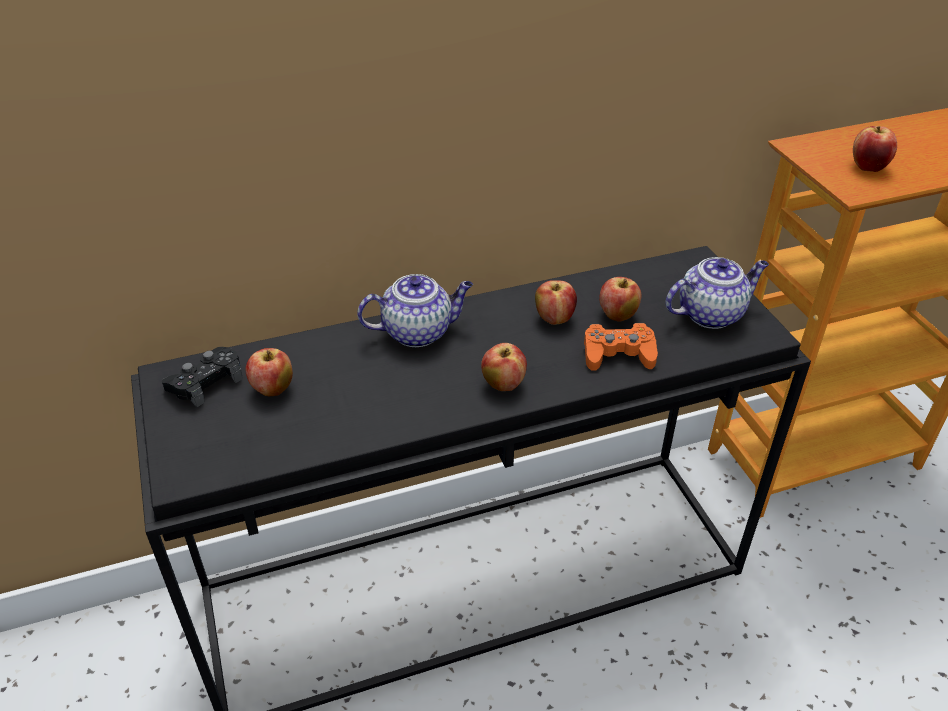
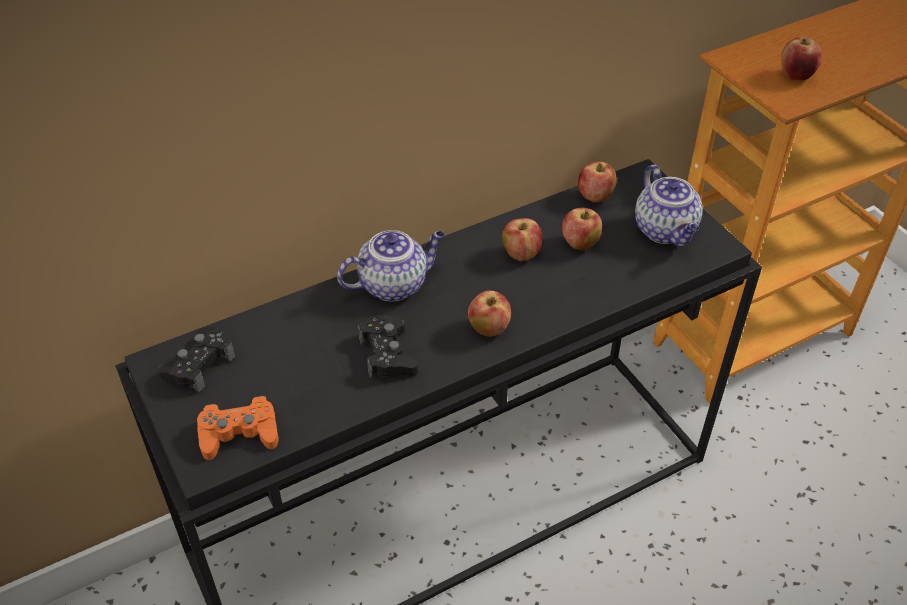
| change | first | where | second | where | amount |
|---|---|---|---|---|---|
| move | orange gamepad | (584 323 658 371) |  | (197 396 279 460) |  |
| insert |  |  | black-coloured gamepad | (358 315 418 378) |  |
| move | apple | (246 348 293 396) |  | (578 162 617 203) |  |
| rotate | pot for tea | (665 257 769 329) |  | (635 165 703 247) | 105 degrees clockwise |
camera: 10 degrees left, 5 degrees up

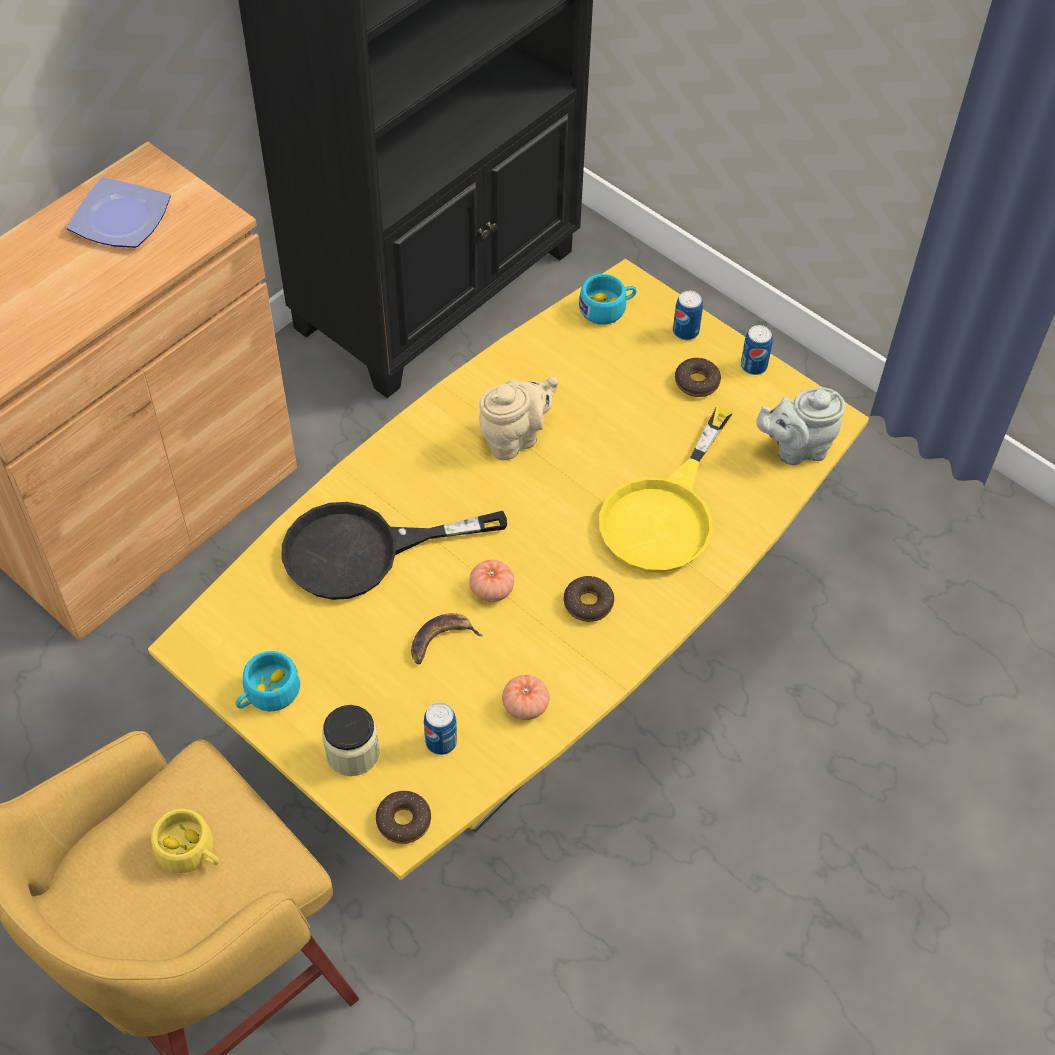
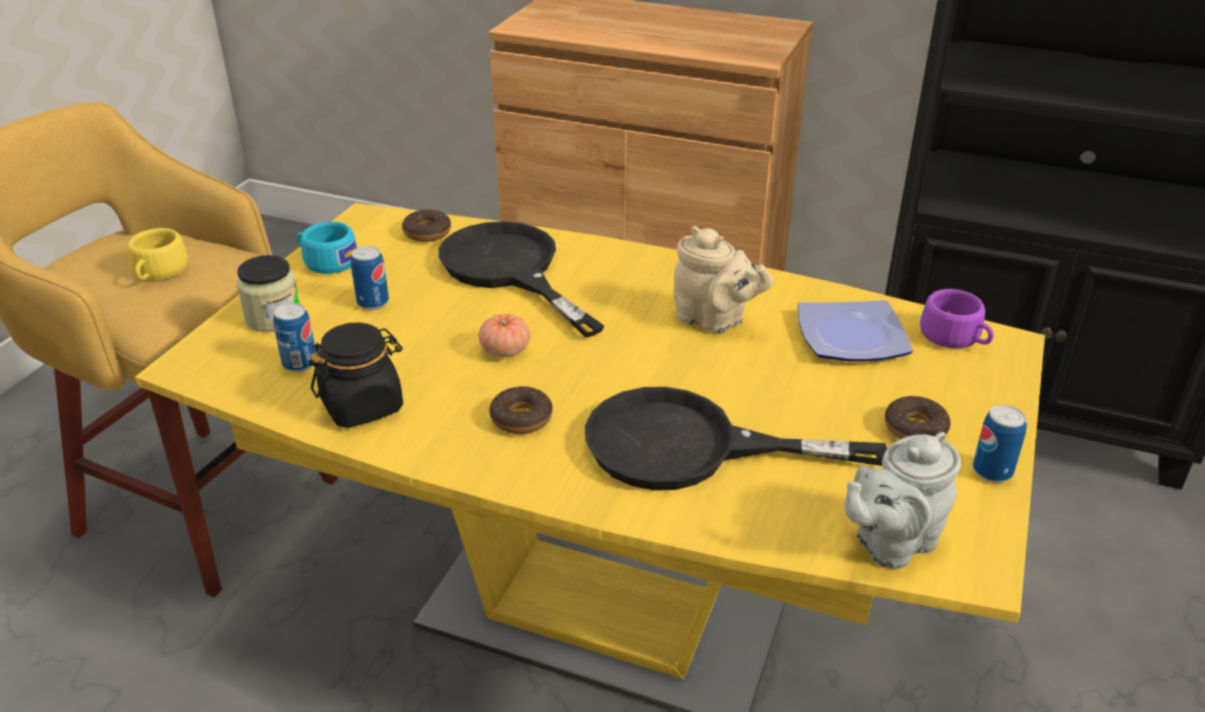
| change | first | where | second | where | amount |
|---|---|---|---|---|---|
| replace | fresh tomato | (502 675 550 720) | black-coloured preserve jar | (309 322 403 428) |  |
| move | metal can | (673 291 703 340) |  | (351 246 389 310) |  |
| move | doughnut | (376 791 431 844) |  | (402 209 451 242) |  |
| recolor | yellow-coloured pan | (599 406 733 573) | black-coloured pan | (585 387 887 490) |  |
| move | flat dish | (67 177 171 248) |  | (798 300 913 361) |  |
| rotate | grey pot for tea | (756 387 845 465) |  | (845 432 961 569) | 90 degrees counterclockwise |
| recolor | blue-green drinking cup | (579 274 636 325) | purple-coloured drinking cup | (920 289 994 348) |  |
| delete | banana | (411 613 483 665) |  |  |  |
camera: 70 degrees right, 20 degrees down

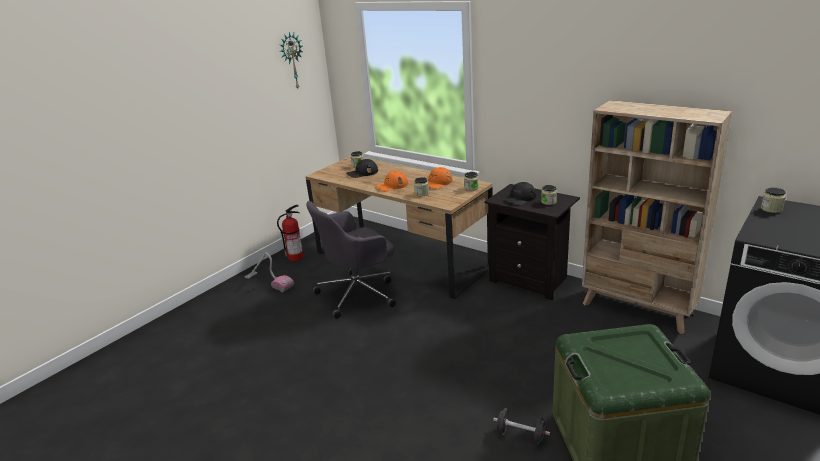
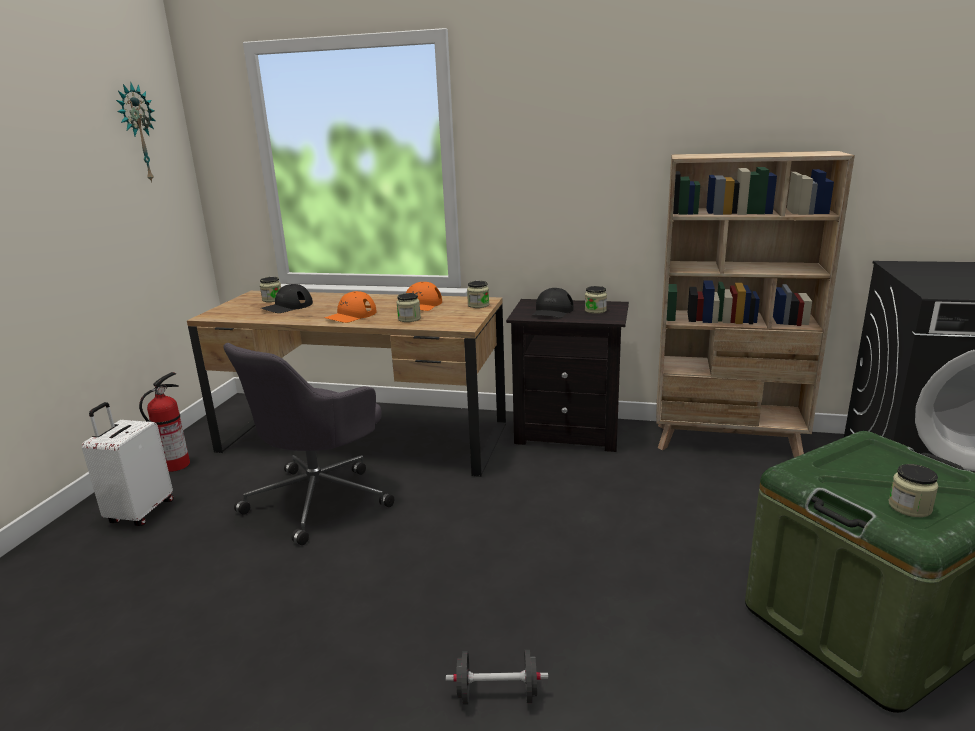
| change | first | where | second | where | amount |
|---|---|---|---|---|---|
| replace | vacuum cleaner | (245 253 294 292) | white travel case | (82 402 174 526) |  |
| move | black-coloured dumbbell | (493 408 550 445) |  | (446 650 548 705) |  |
| move | preserve jar | (761 187 786 213) |  | (888 464 939 517) |  |
camera: 25 degrees left, 5 degrees down

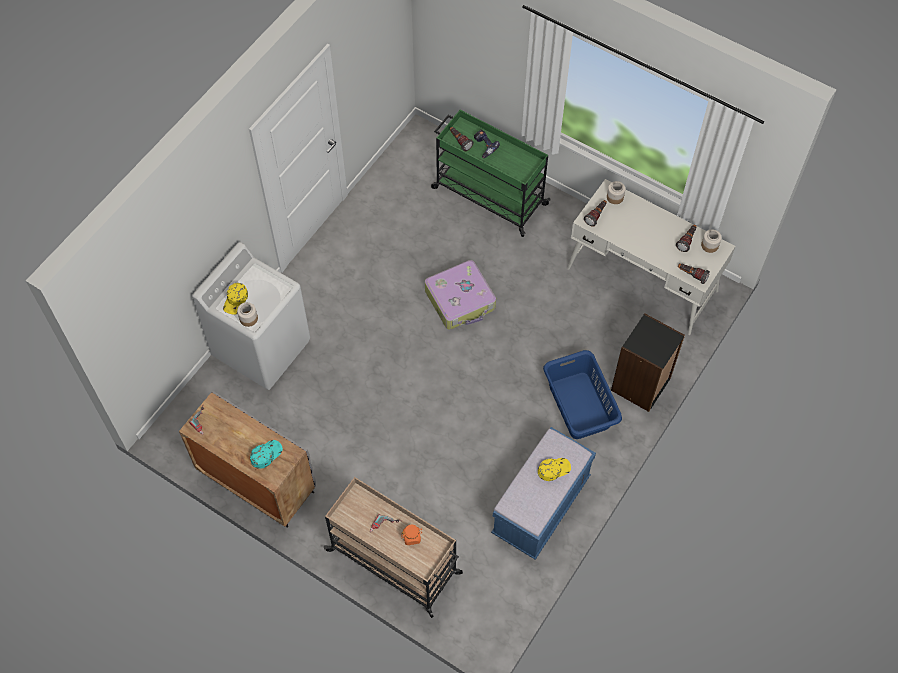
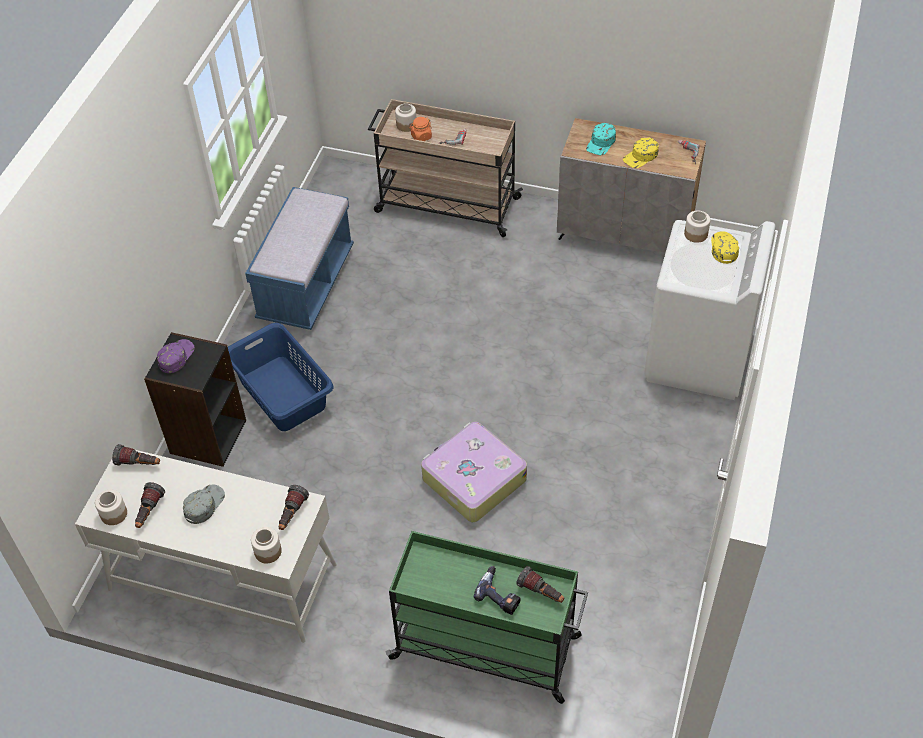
| change | first | where | second | where | amount |
|---|---|---|---|---|---|
| insert |  |  | purple-coloured cap | (157 339 195 373) |  |
| insert |  |  | grey cap | (183 484 225 524) |  |
| insert |  |  | preserve jar | (395 103 416 132) |  |
| move | yellow-coloured cap | (538 458 571 481) |  | (623 138 658 168) |  |
camera: 165 degrees right, 10 degrees down

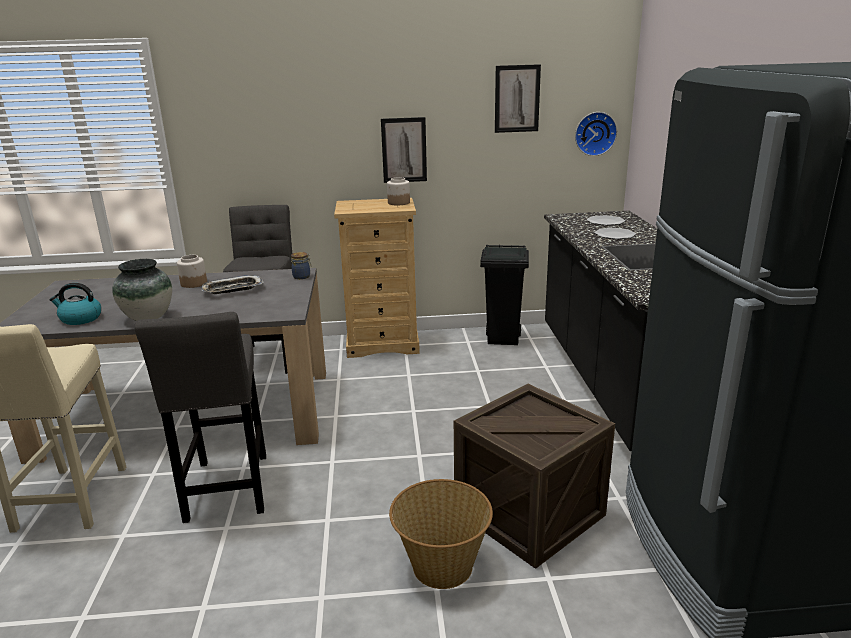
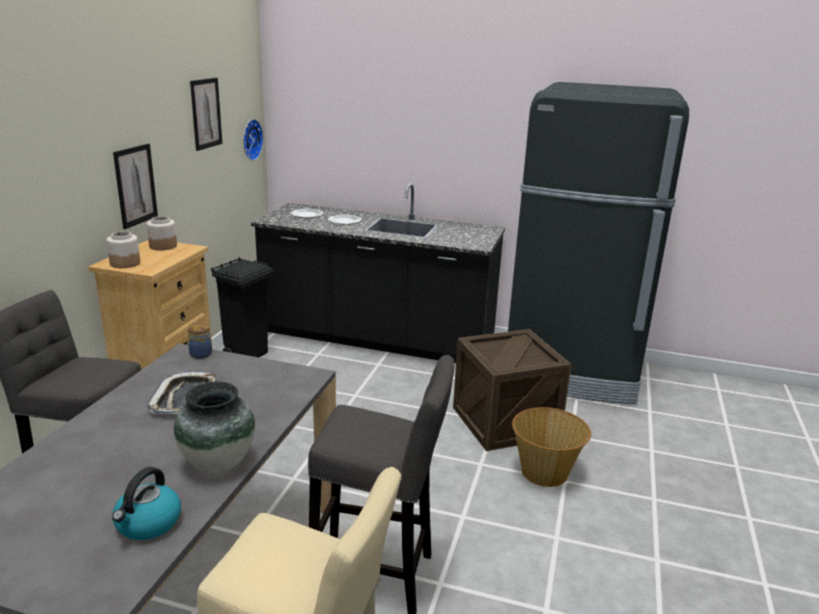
| change | first | where | second | where | amount |
|---|---|---|---|---|---|
| move | preserve jar | (177 255 207 288) |  | (106 231 140 268) |  |
camera: 70 degrees left, 0 degrees up

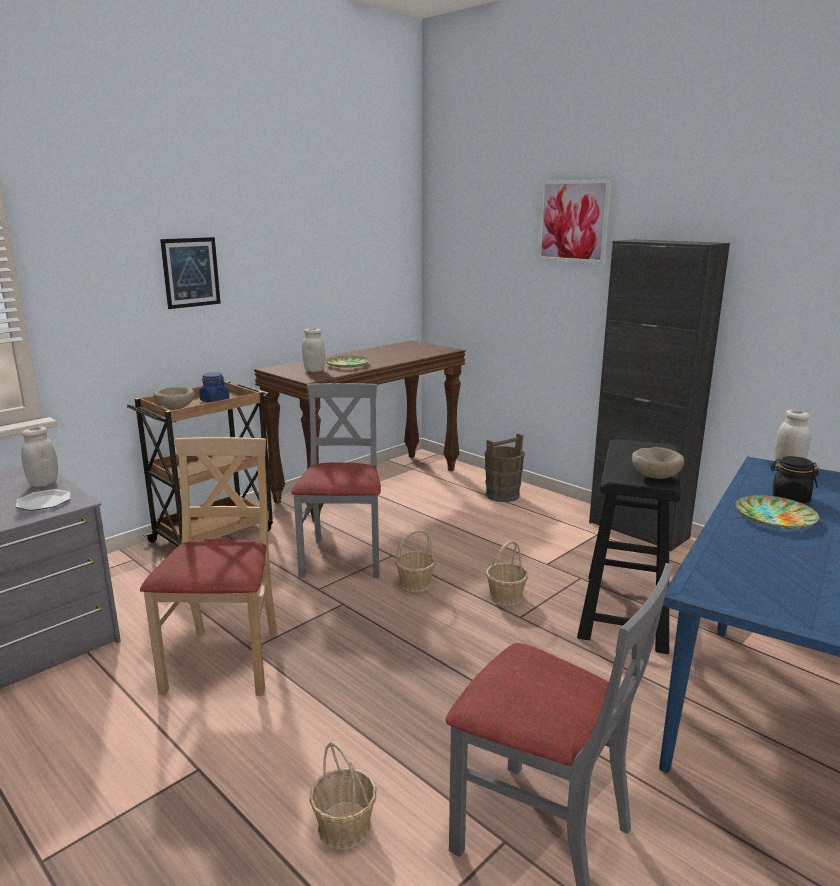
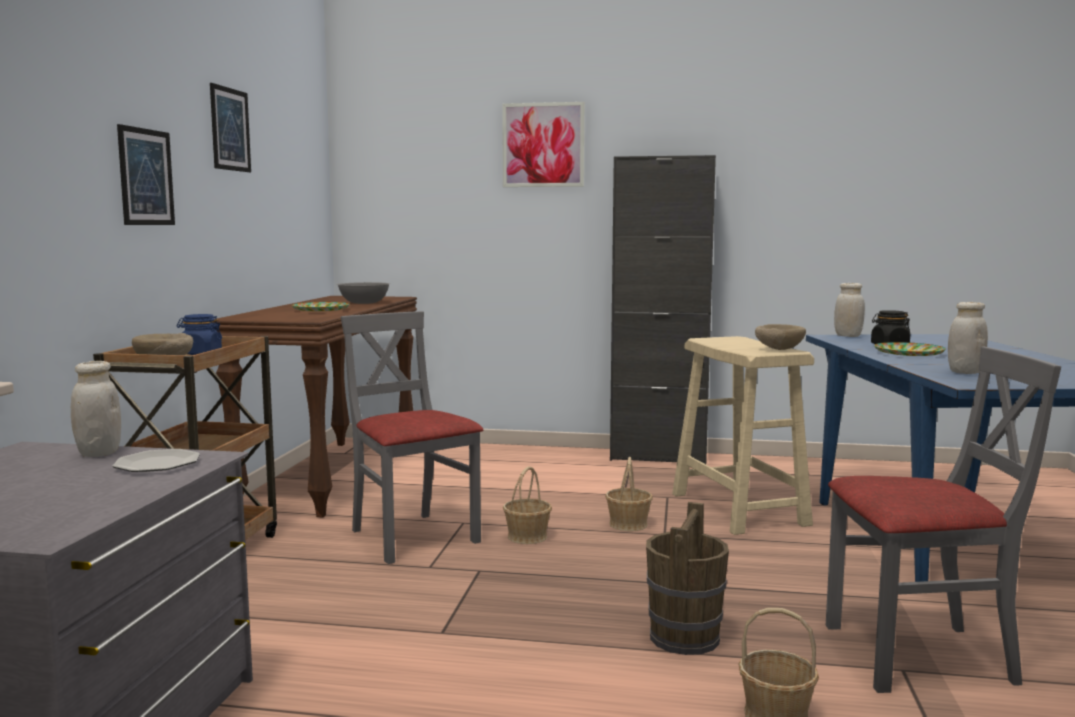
| change | first | where | second | where | amount |
|---|---|---|---|---|---|
| insert |  |  | wall art | (210 83 251 172) |  |
| insert |  |  | grey bowl | (337 282 390 304) |  |
| move | brown-coloured water bucket | (485 433 525 502) |  | (646 502 729 655) |  |
| recolor | black-coloured stool | (577 439 680 654) | sand-coloured stool | (672 336 814 535) |  |
| move | white preserve jar | (302 328 325 372) |  | (948 302 988 374) |  |
| delete | sand-coloured plain chair | (140 437 277 696) |  |  |  |
camera: 35 degrees left, 10 degrees down

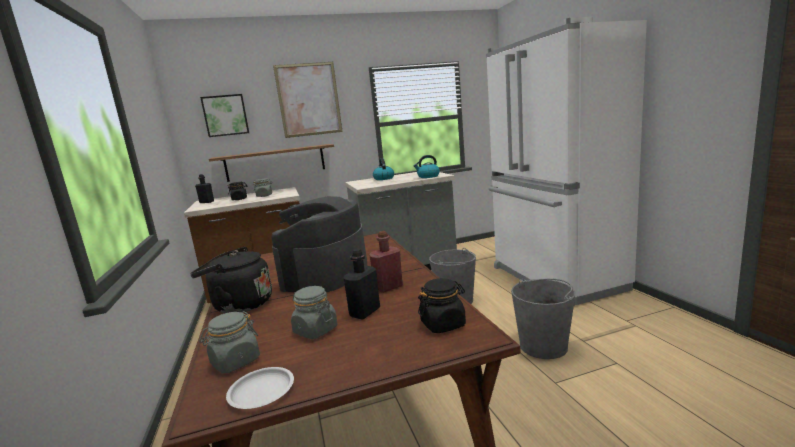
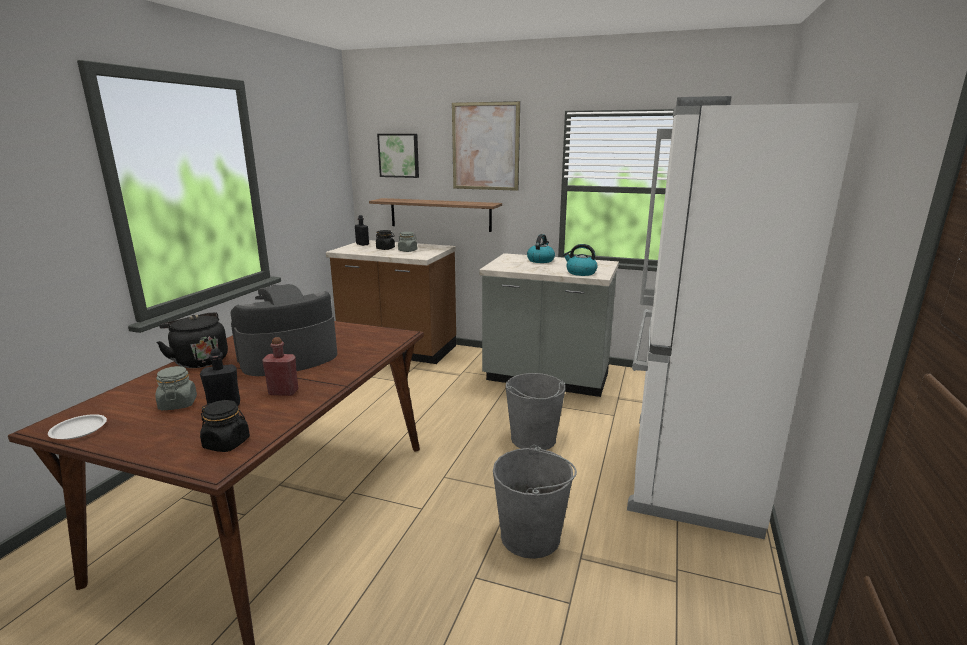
| change | first | where | second | where | amount |
|---|---|---|---|---|---|
| delete | grey preserve jar | (199 311 260 374) |  |  |  |
camera: 35 degrees right, 5 degrees up

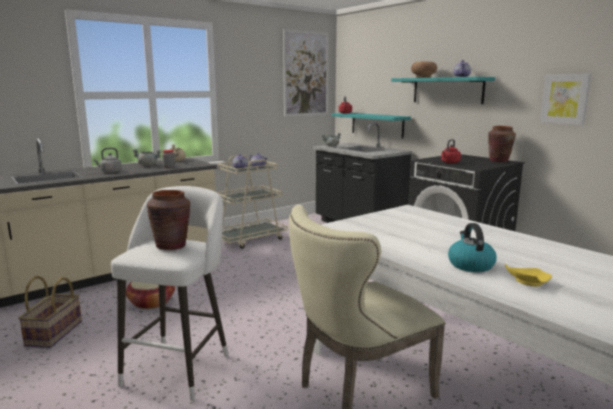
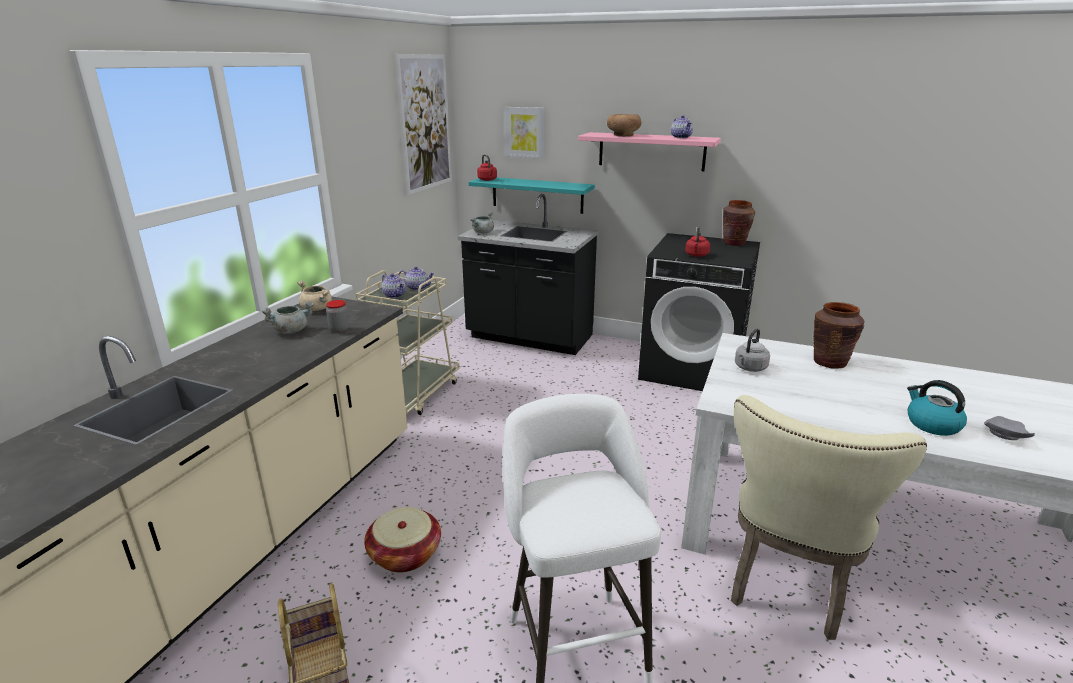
| change | first | where | second | where | amount |
|---|---|---|---|---|---|
| move | wall art | (540 74 591 125) |  | (504 107 544 159) |  |
| recolor | blue-green shelf | (391 77 495 104) | pinkish shelf | (578 132 721 171) |  |
| move | grey tea kettle | (94 148 122 173) |  | (735 329 770 372) |  |
| move | brown-coloured vase | (147 190 190 250) |  | (813 302 865 368) |  |
| recolor | yellow-coloured flat dish | (505 263 552 287) | grey flat dish | (984 416 1035 440) |  |
camera: 30 degrees left, 10 degrees up

